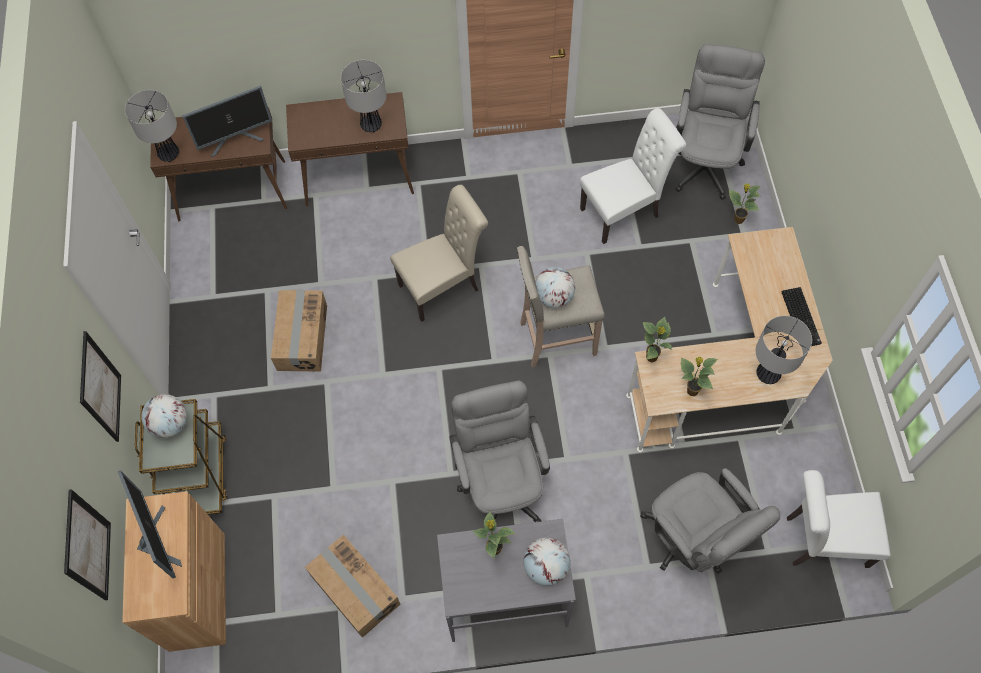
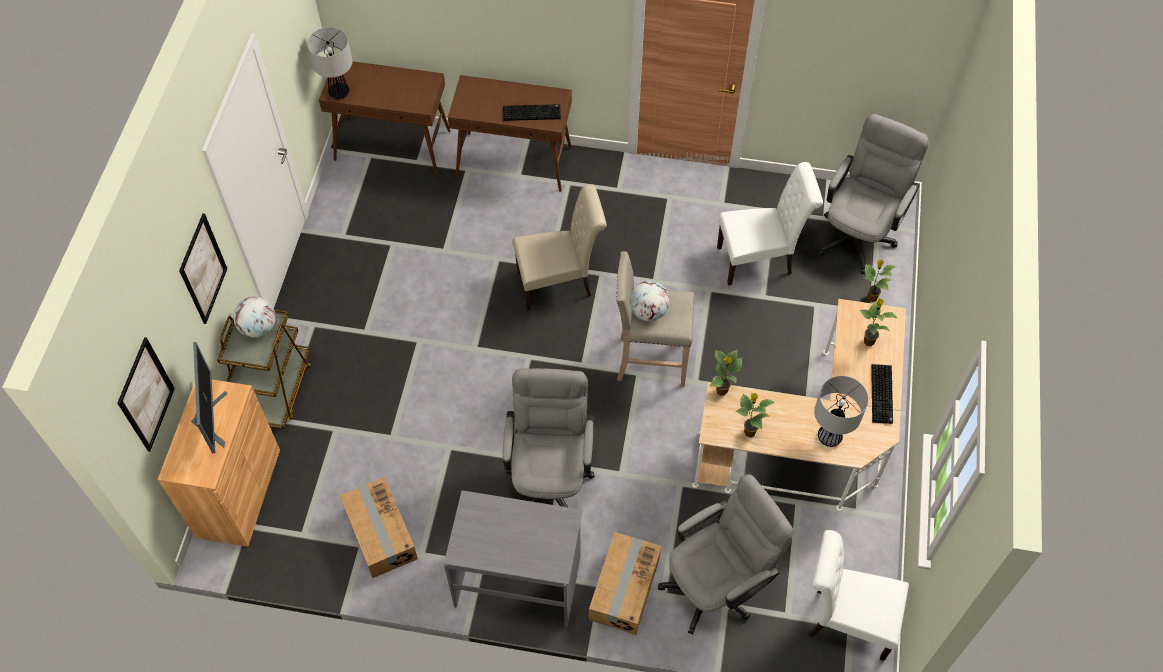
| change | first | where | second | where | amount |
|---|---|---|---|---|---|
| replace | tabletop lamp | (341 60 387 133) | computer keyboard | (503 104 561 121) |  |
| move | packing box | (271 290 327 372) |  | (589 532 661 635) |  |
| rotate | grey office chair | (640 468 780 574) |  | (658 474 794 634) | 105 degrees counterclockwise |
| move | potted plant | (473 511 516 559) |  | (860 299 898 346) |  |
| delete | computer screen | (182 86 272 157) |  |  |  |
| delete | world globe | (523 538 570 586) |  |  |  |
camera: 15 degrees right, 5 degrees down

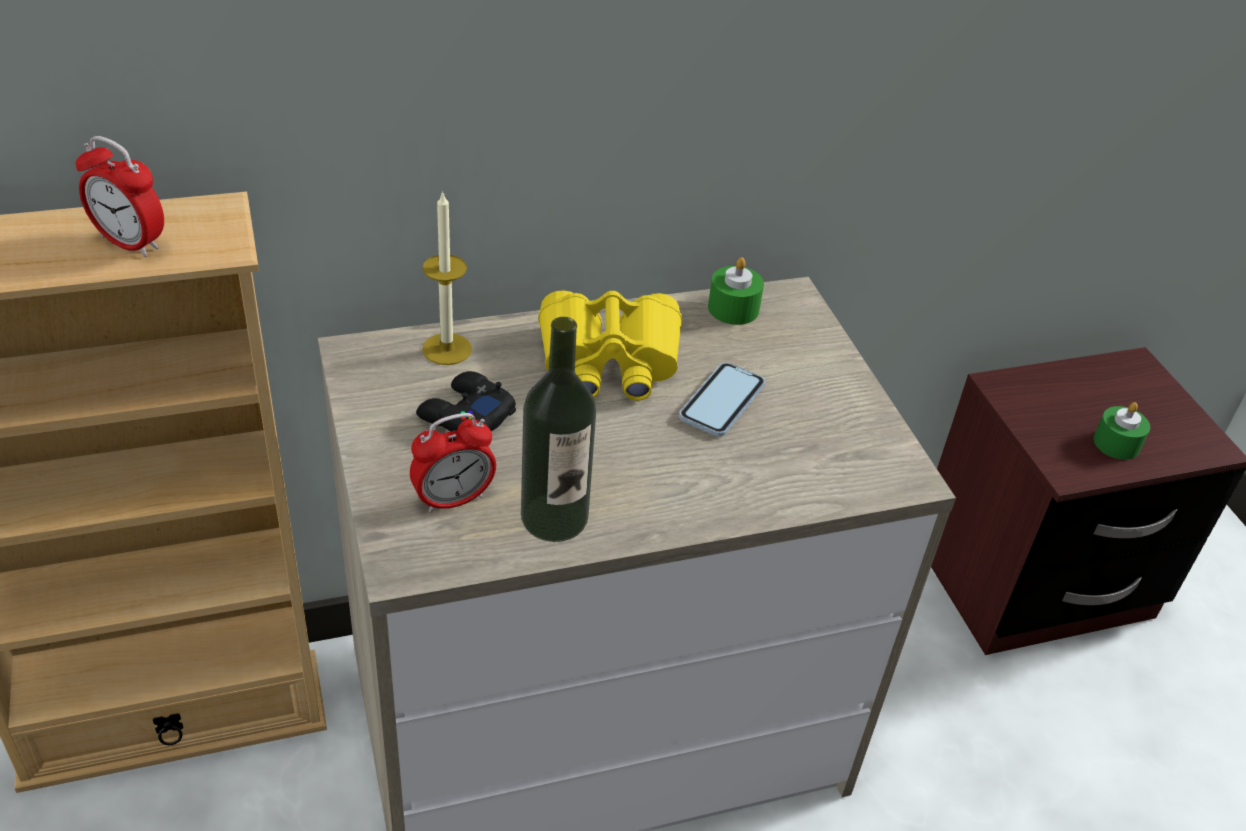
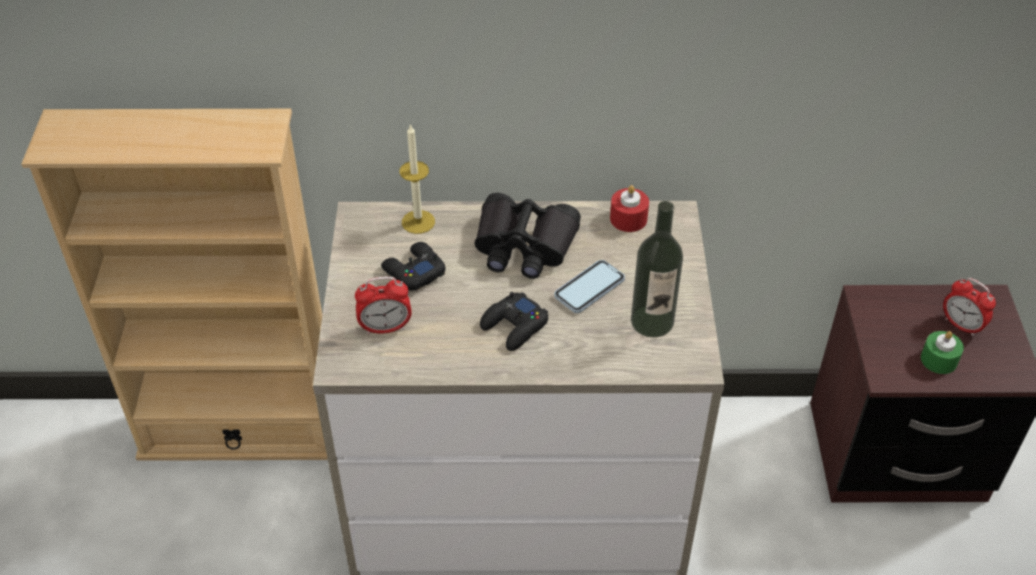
| change | first | where | second | where | amount |
|---|---|---|---|---|---|
| recolor | yellow-coloured field glasses | (538 291 682 401) | black-coloured field glasses | (474 193 581 279) |  |
| insert |  |  | black-coloured gamepad | (480 292 548 351) |  |
| recolor | greenish wax light | (708 257 764 325) | red-coloured wax light | (610 185 649 232) |  |
| move | bottle | (521 317 596 542) |  | (631 201 683 338) |  |
| move | table clock | (76 136 164 257) |  | (943 278 996 336) |  |
camera: 20 degrees right, 5 degrees up

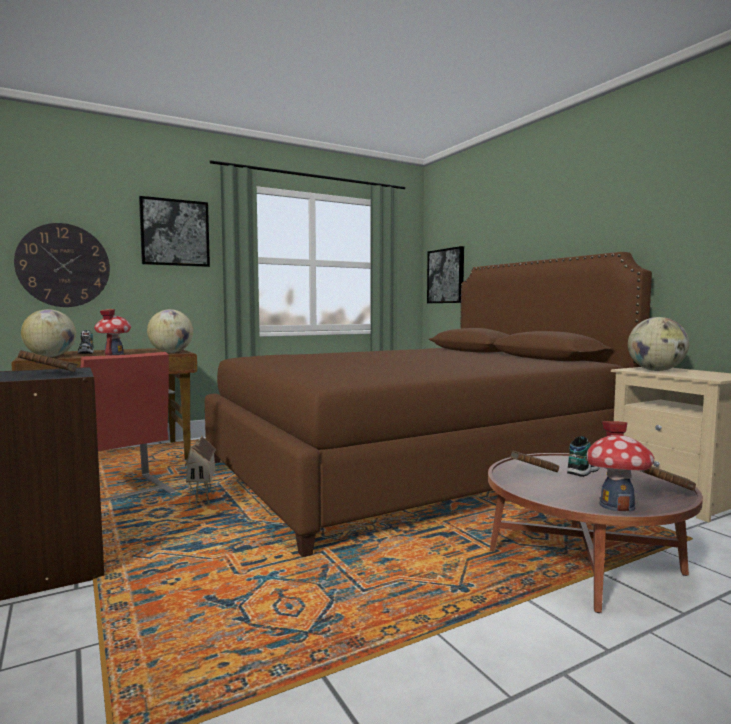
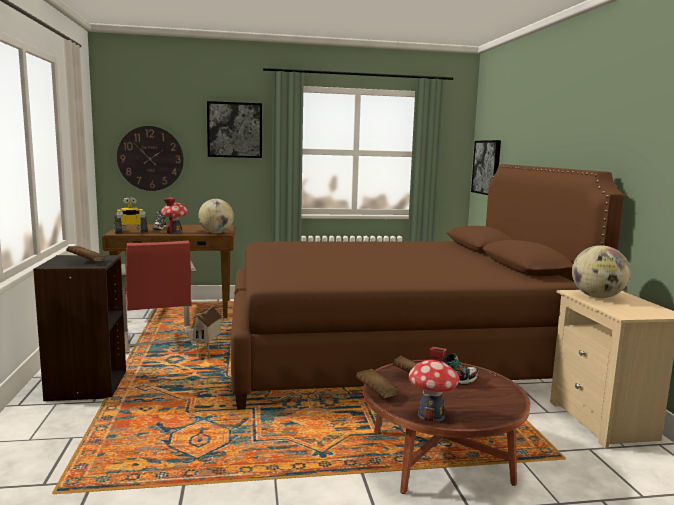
| change | first | where | second | where | amount |
|---|---|---|---|---|---|
| replace | world globe | (21 309 76 357) | toy robot | (114 197 148 233) |  |
| move | brown-coloured volume | (639 466 696 491) |  | (356 369 399 398) |  |
camera: 20 degrees right, 5 degrees up

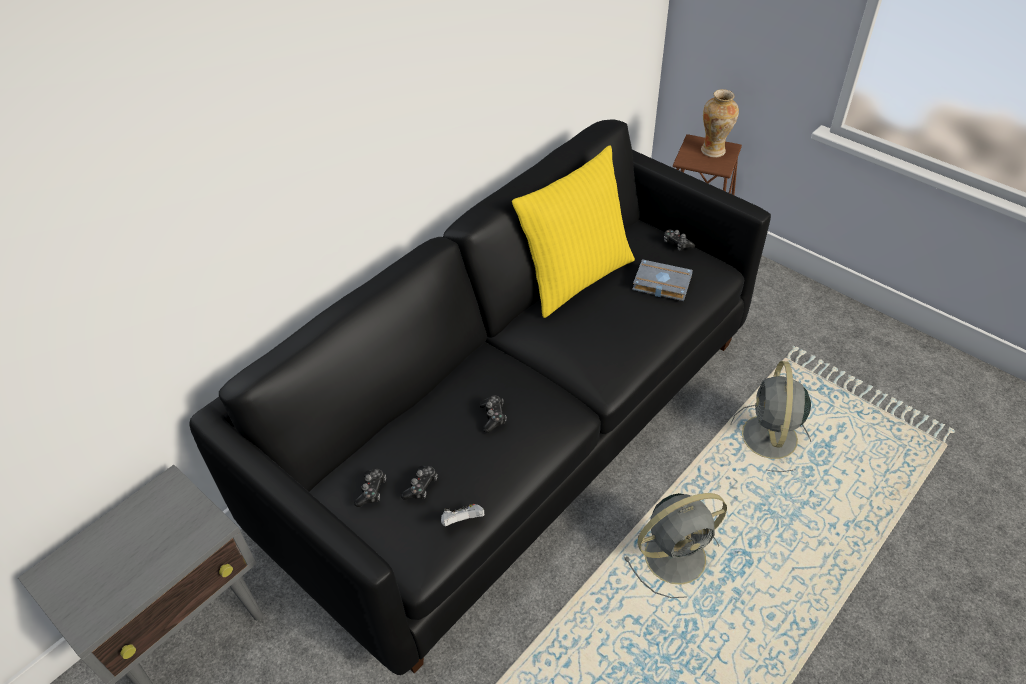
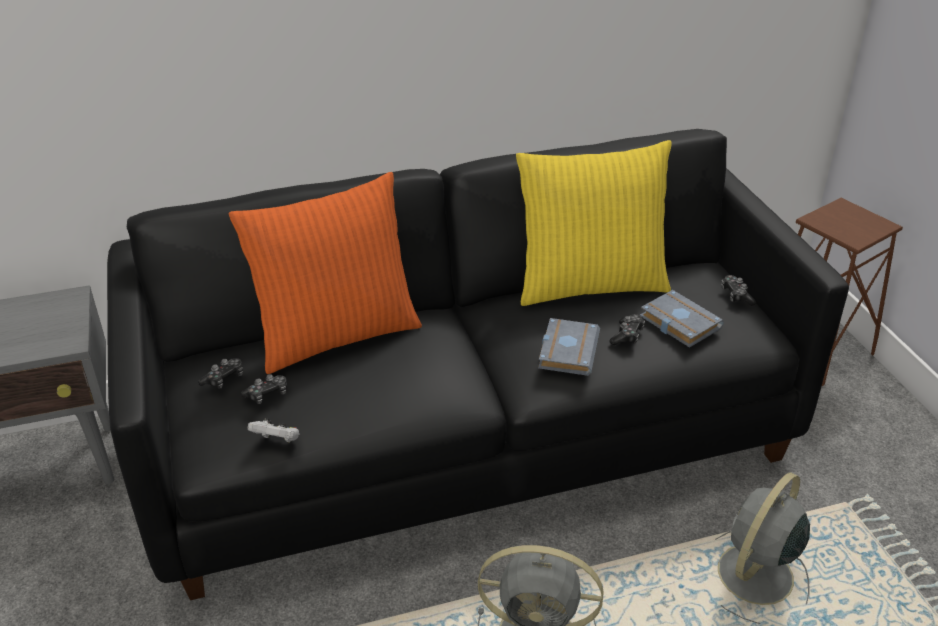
| change | first | where | second | where | amount |
|---|---|---|---|---|---|
| insert |  |  | orange throw pillow | (229 172 422 374) |  |
| insert |  |  | grey volume | (538 318 600 376) |  |
| move | gamepad | (479 395 507 433) |  | (609 314 645 345) |  |
| delete | vase | (701 89 739 158) |  |  |  |
camera: 30 degrees right, 10 degrees down

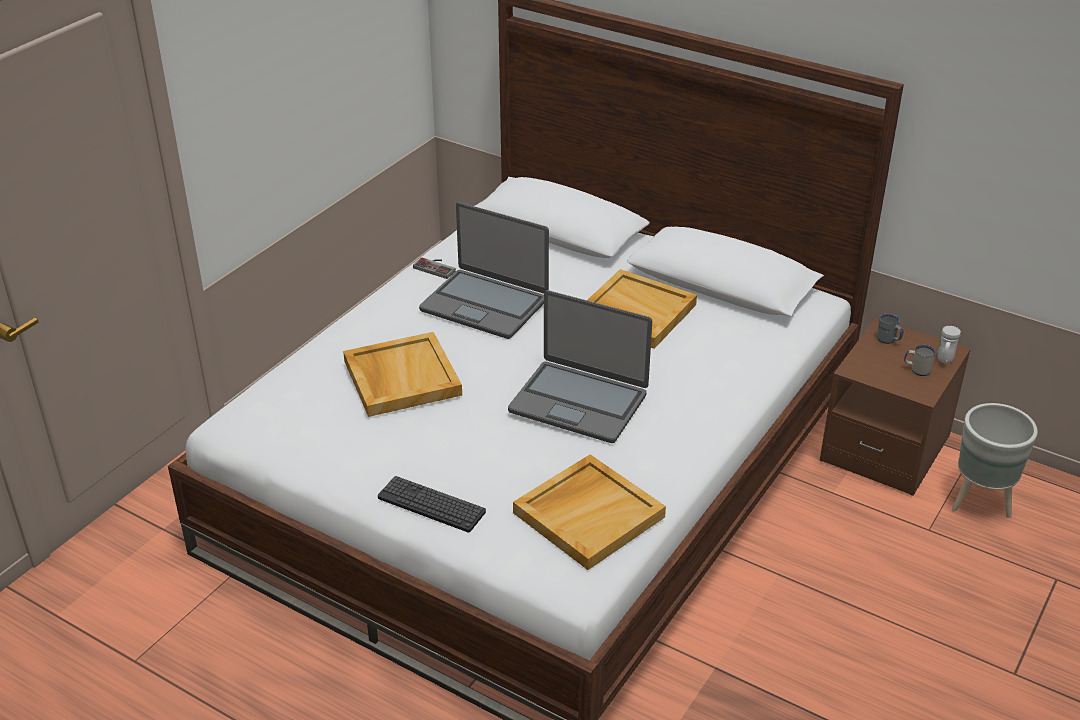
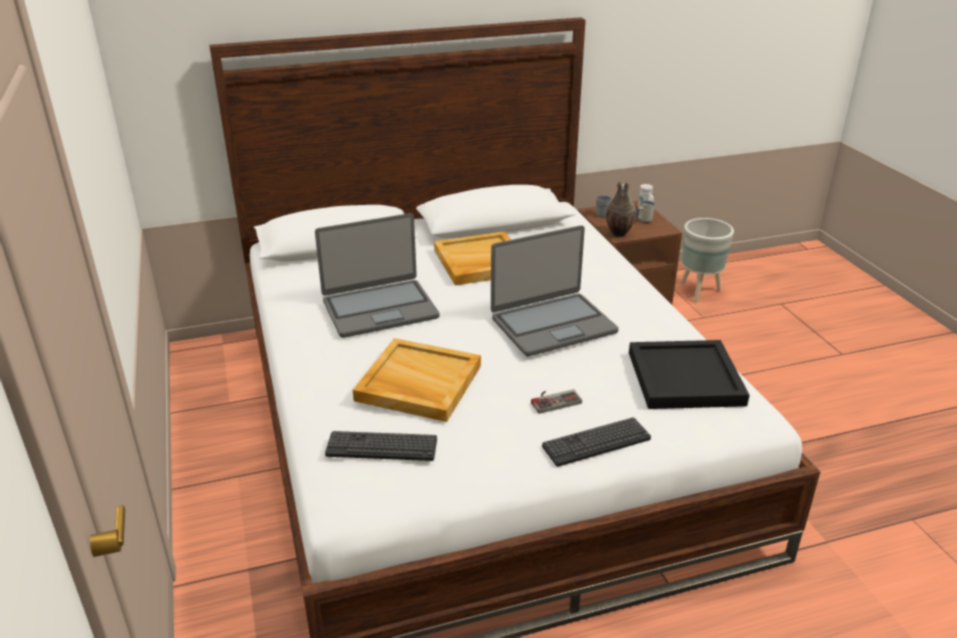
| change | first | where | second | where | amount |
|---|---|---|---|---|---|
| insert |  |  | computer keyboard | (325 431 437 461) |  |
| move | gamepad | (413 258 456 279) |  | (531 389 582 414) |  |
| insert |  |  | vase | (606 181 636 237) |  |
| recolor | sand-coloured serving tray | (513 454 666 570) | black-coloured serving tray | (629 340 750 409) |  |
camera: 50 degrees left, 5 degrees down

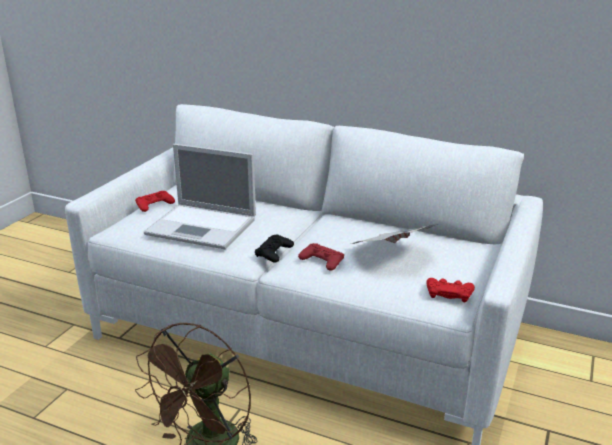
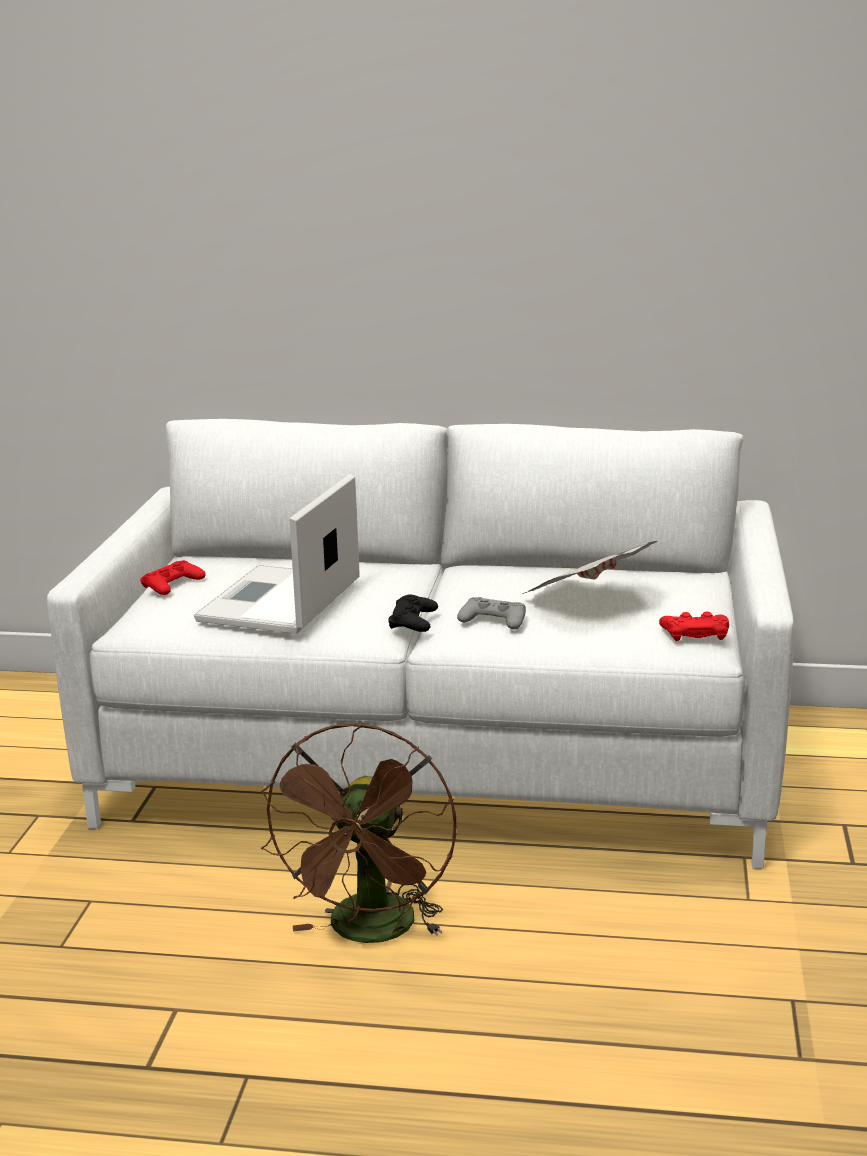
| change | first | where | second | where | amount |
|---|---|---|---|---|---|
| rotate | notebook computer | (144 144 256 250) |  | (194 474 360 634) | 105 degrees clockwise |
| recolor | red-coloured gamepad | (298 243 344 271) | grey gamepad | (457 597 526 629) |  |
camera: 15 degrees left, 5 degrees down

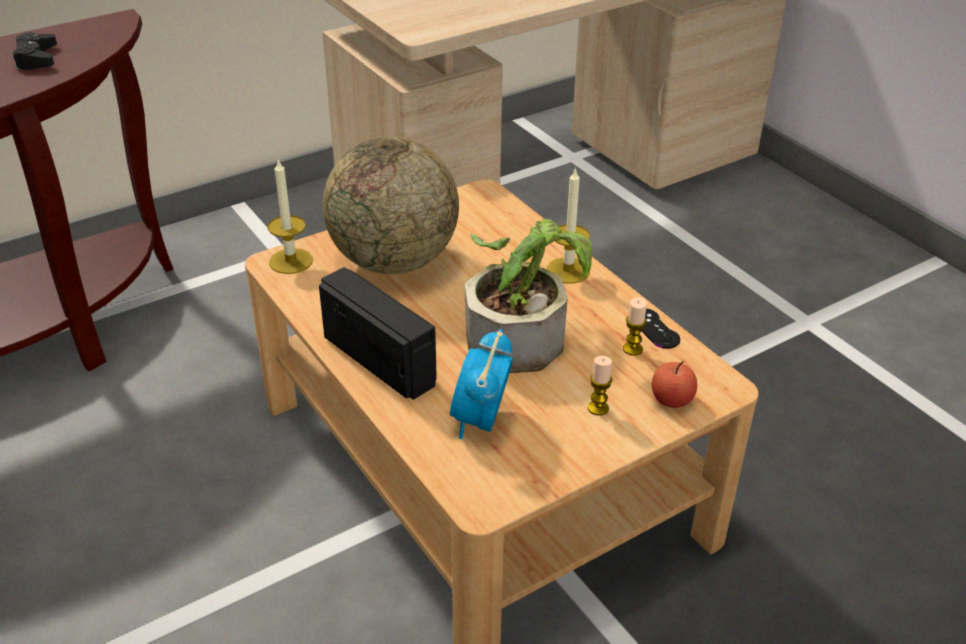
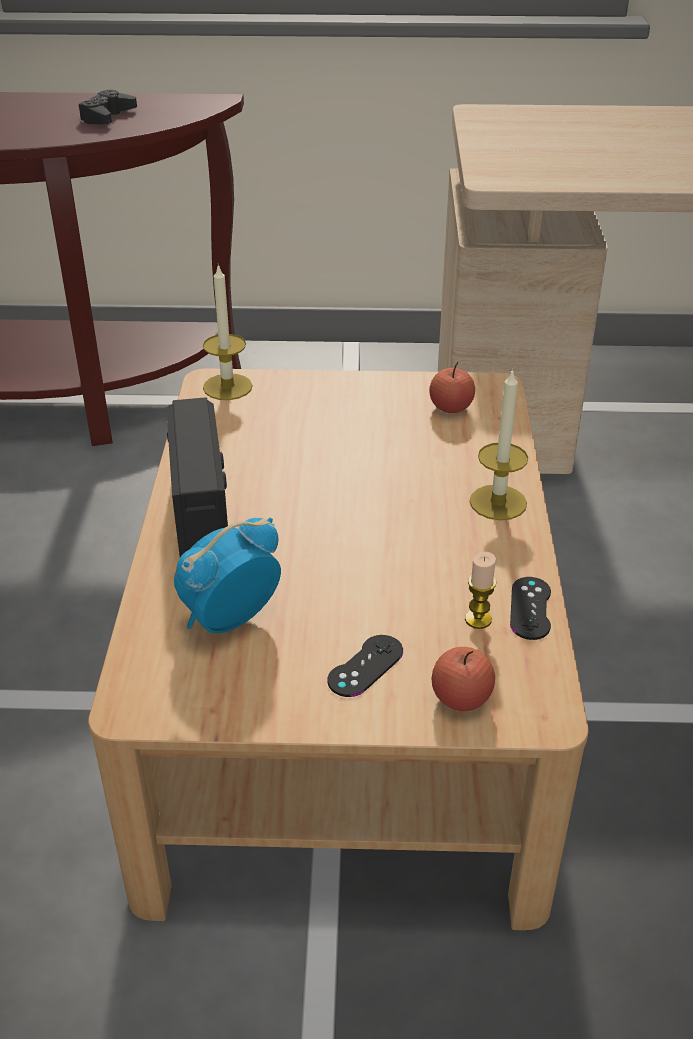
| change | first | where | second | where | amount |
|---|---|---|---|---|---|
| replace | wax light | (588 356 612 416) | black-coloured gamepad | (328 635 403 697) |  |
| insert |  |  | apple | (429 362 475 413) |  |
| delete | world globe | (323 137 459 274) |  |  |  |
| delete | potted plant | (465 219 592 373) |  |  |  |
camera: 35 degrees right, 0 degrees up

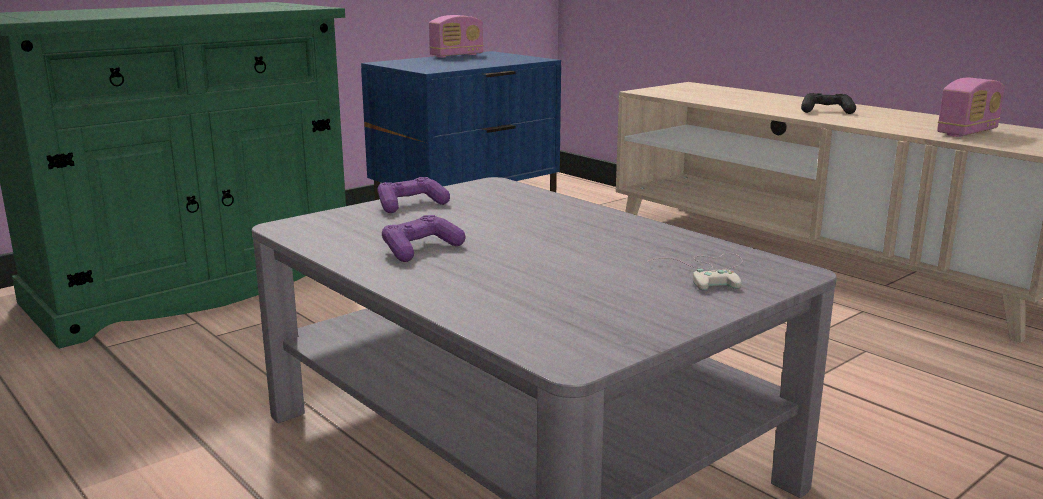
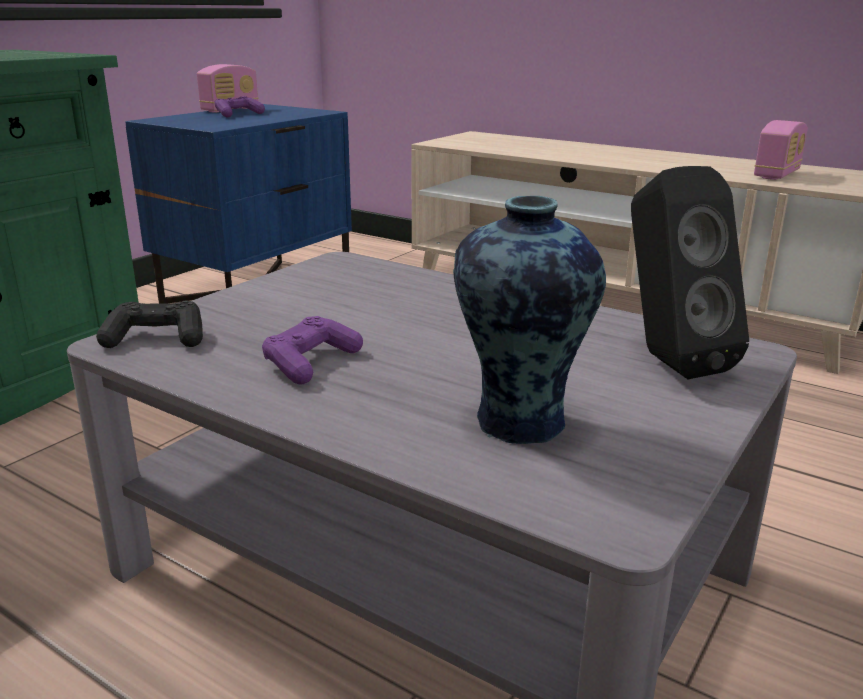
| change | first | where | second | where | amount |
|---|---|---|---|---|---|
| move | black-coloured gamepad | (801 93 856 114) |  | (96 300 203 348) |  |
| move | purple-coloured gamepad | (377 177 450 213) |  | (215 96 265 117) |  |
| insert |  |  | vase | (453 196 606 444) |  |
| replace | white gamepad | (647 253 743 290) | black-coloured audio speaker | (631 166 749 379) |  |
camera: 15 degrees left, 5 degrees up

